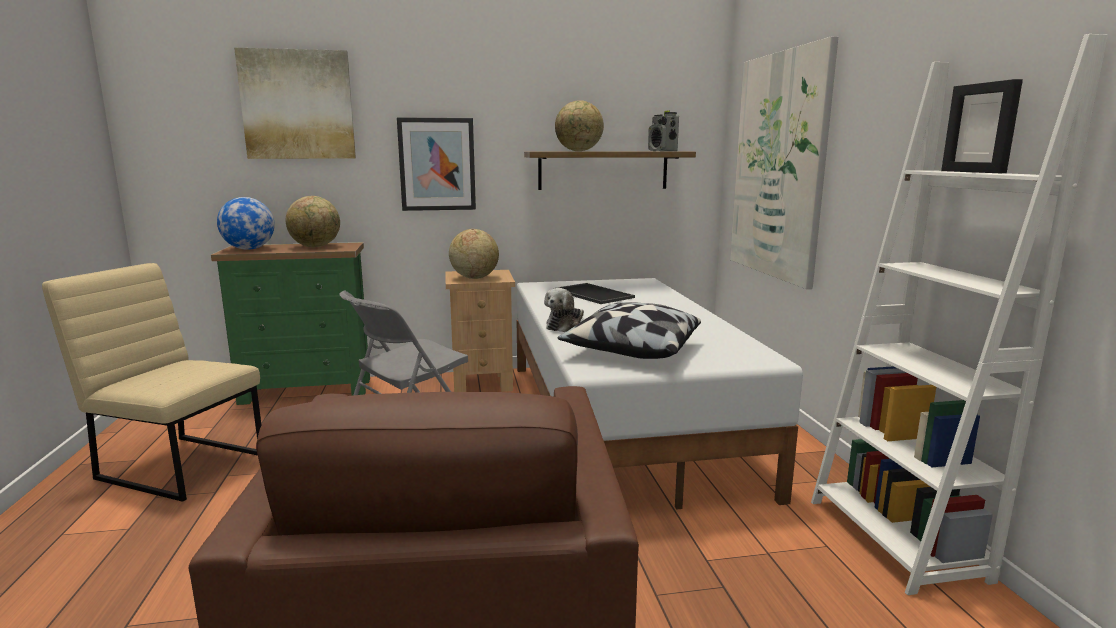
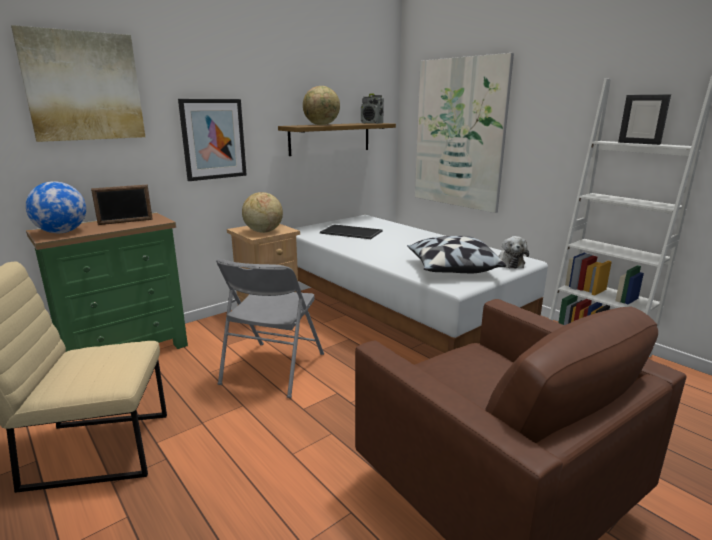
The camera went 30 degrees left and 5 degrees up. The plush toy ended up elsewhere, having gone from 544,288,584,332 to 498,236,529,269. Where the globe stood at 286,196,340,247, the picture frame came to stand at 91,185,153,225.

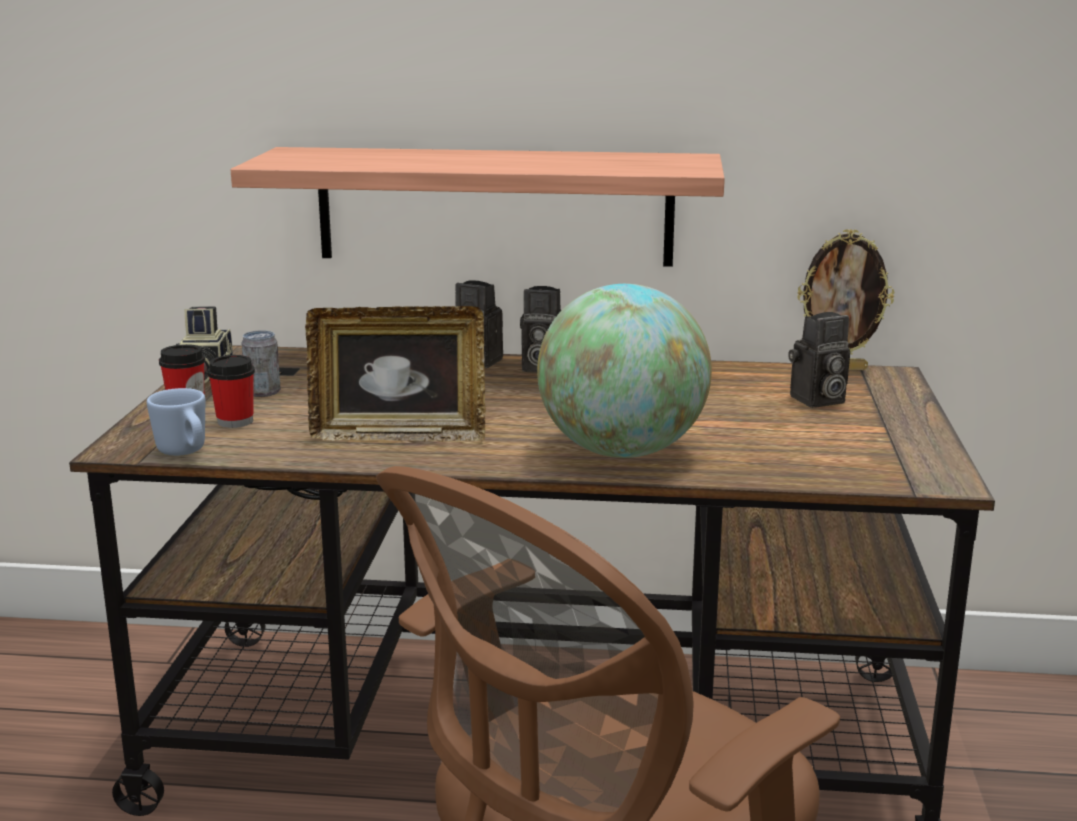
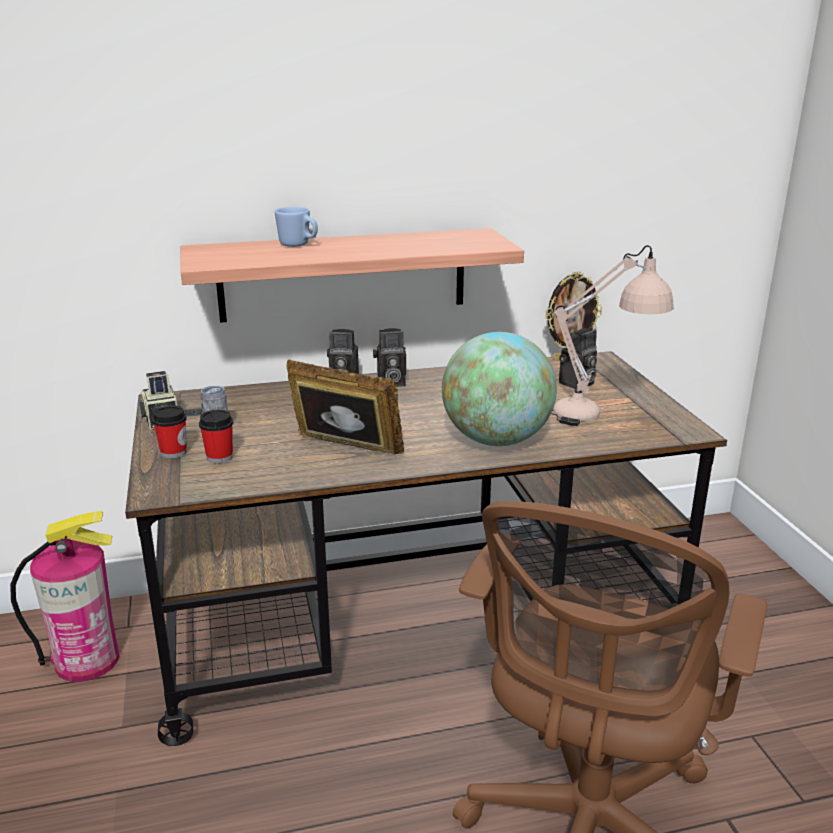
The camera went 20 degrees left and 5 degrees up. The second view gained the fire extinguisher at 10,511,120,682. The second view gained the beige table lamp at 551,245,674,426. The blue mug ended up elsewhere, having gone from 147,388,205,456 to 275,207,318,247. The picture frame at 305,306,486,442 ended up facing another way, 135 degrees counterclockwise from before.

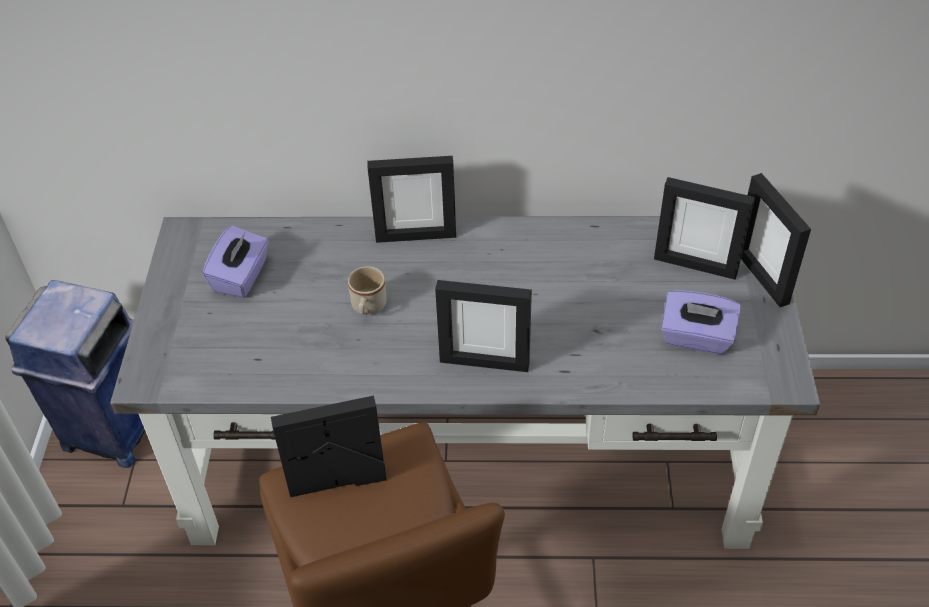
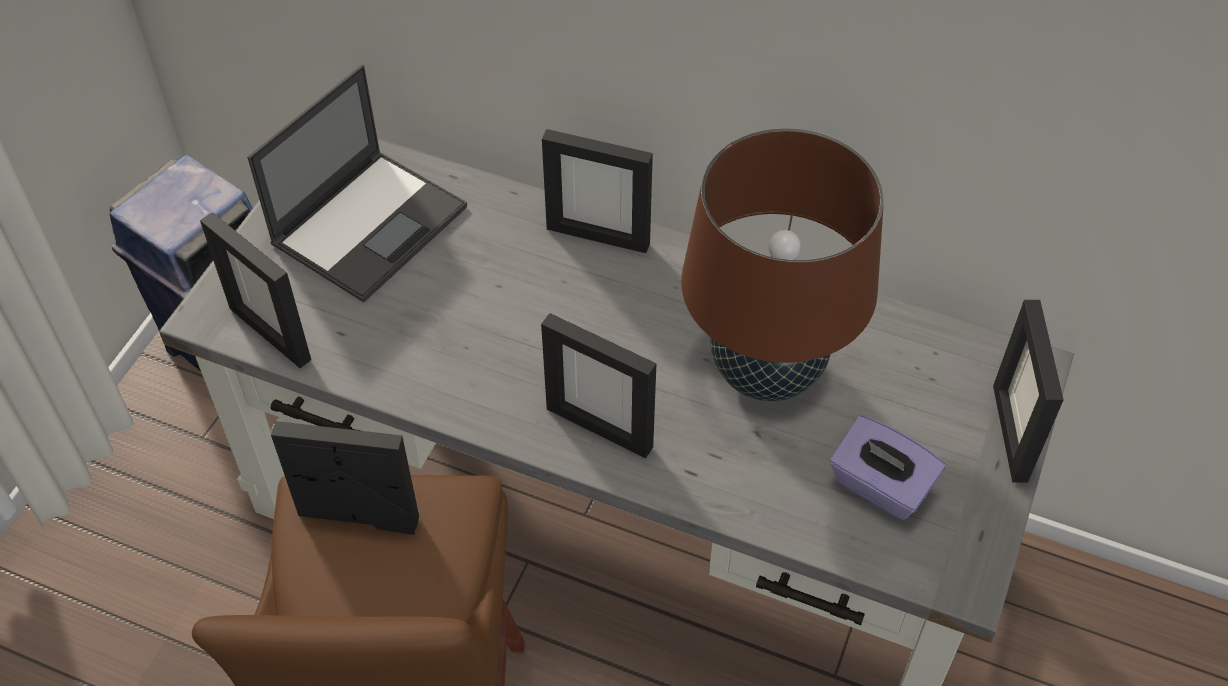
The camera went 20 degrees right and 5 degrees up. The second view lost the beige mug at 348,266,387,315. The second view gained the brown table lamp at 681,128,884,401. The picture frame ended up elsewhere, having gone from 654,177,755,280 to 200,212,311,368. Where the purple tissue box stood at 202,225,269,298, the laptop came to stand at 247,65,467,302.

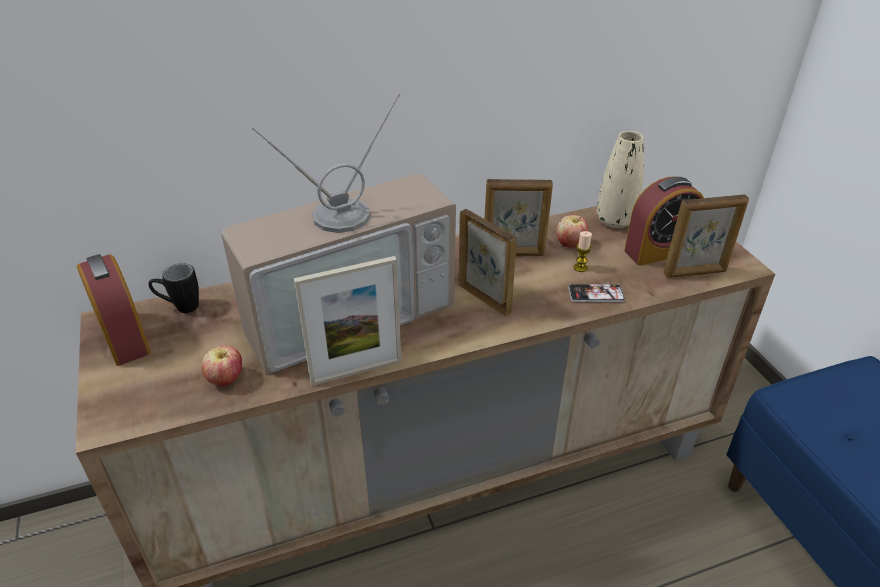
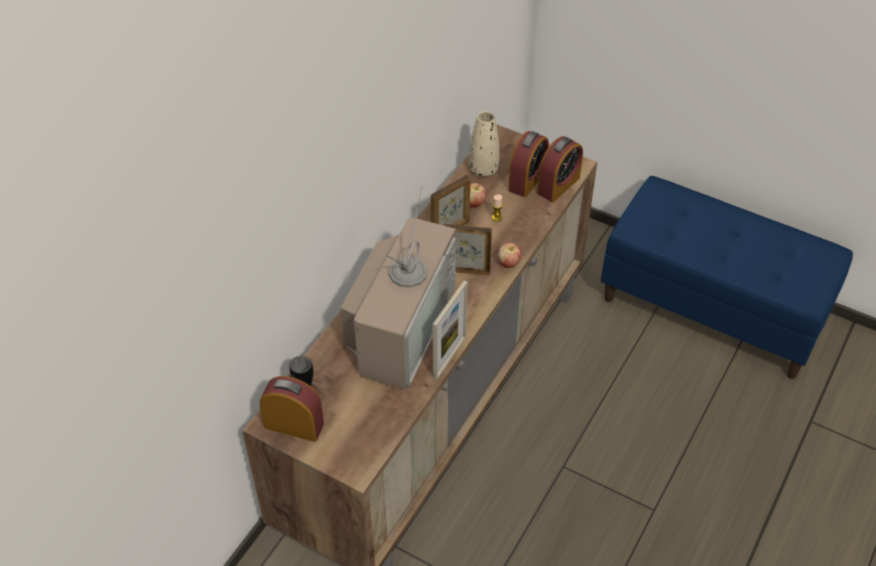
The camera went 40 degrees left and 10 degrees up. The second view lost the phone at 568,283,625,302. The apple ended up elsewhere, having gone from 202,345,242,386 to 498,243,521,268. Where the picture frame stood at 663,194,749,278, the alarm clock came to stand at 537,136,583,202.

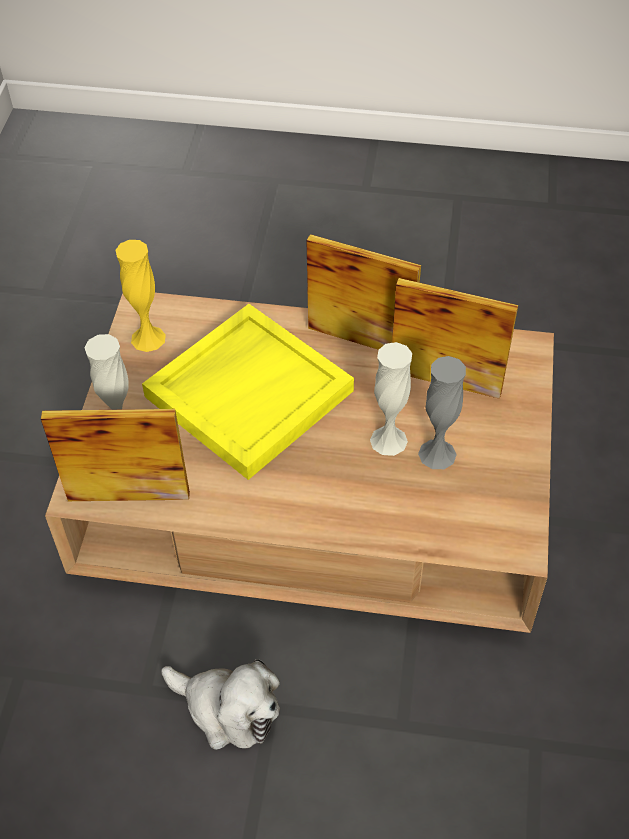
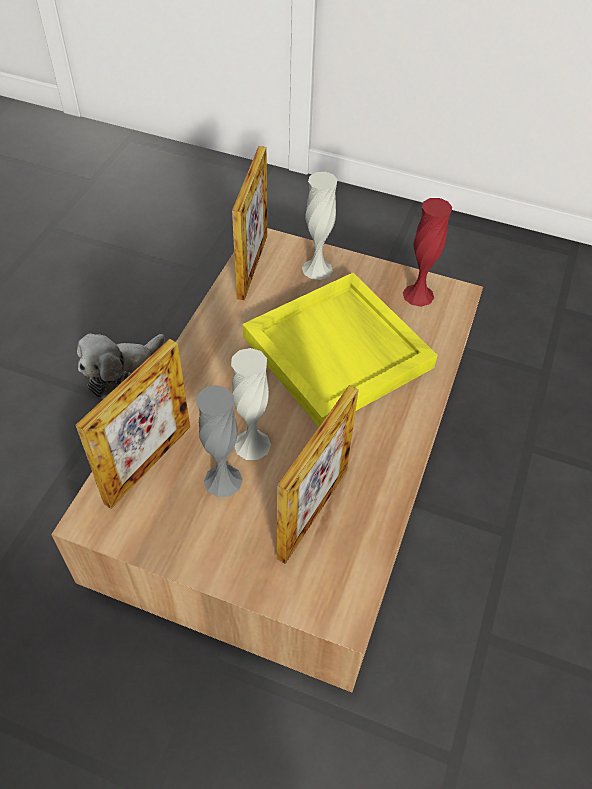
The camera went 100 degrees right and 0 degrees up. The picture frame ended up elsewhere, having gone from 306,234,421,350 to 76,339,190,509. What was the yellow vase at 116,240,166,352 turned into the red vase at 403,198,452,307.

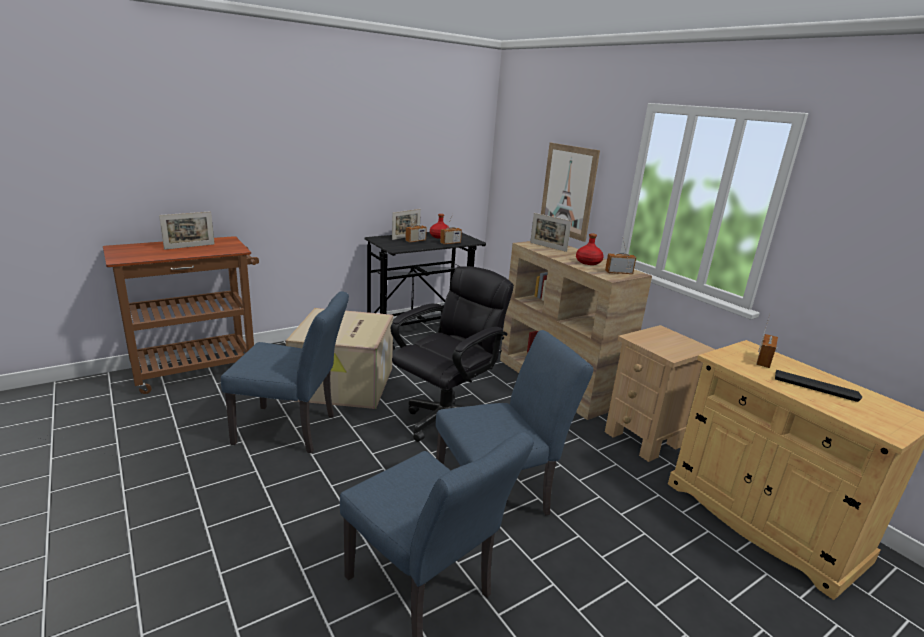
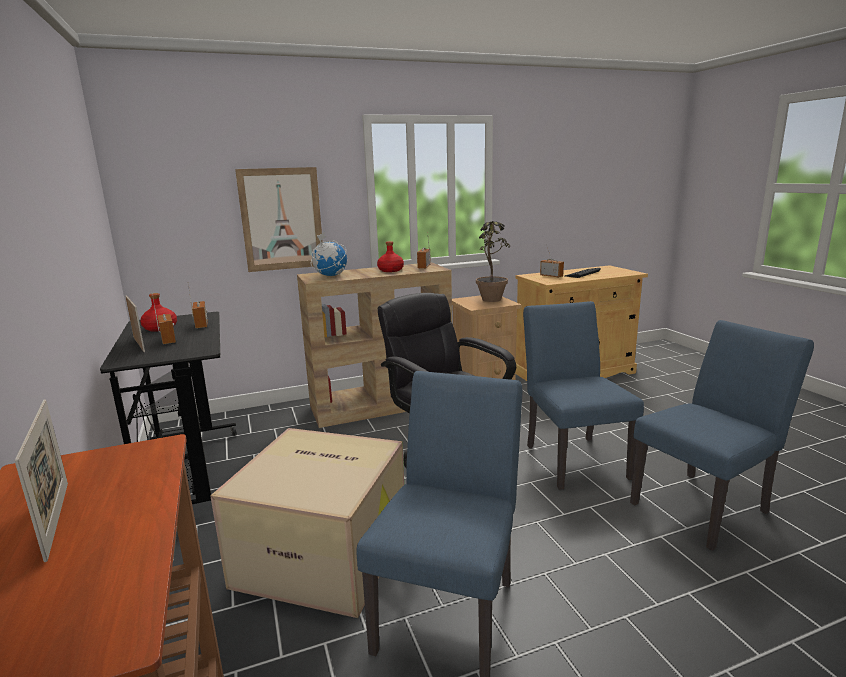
The camera went 75 degrees left and 5 degrees down. The second view gained the potted plant at 476,221,510,302. Where the picture frame stood at 530,213,571,252, the globe came to stand at 311,232,347,276.

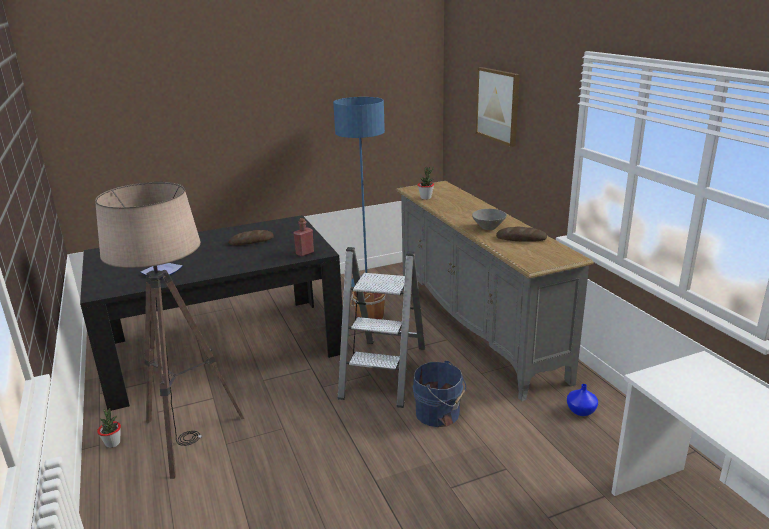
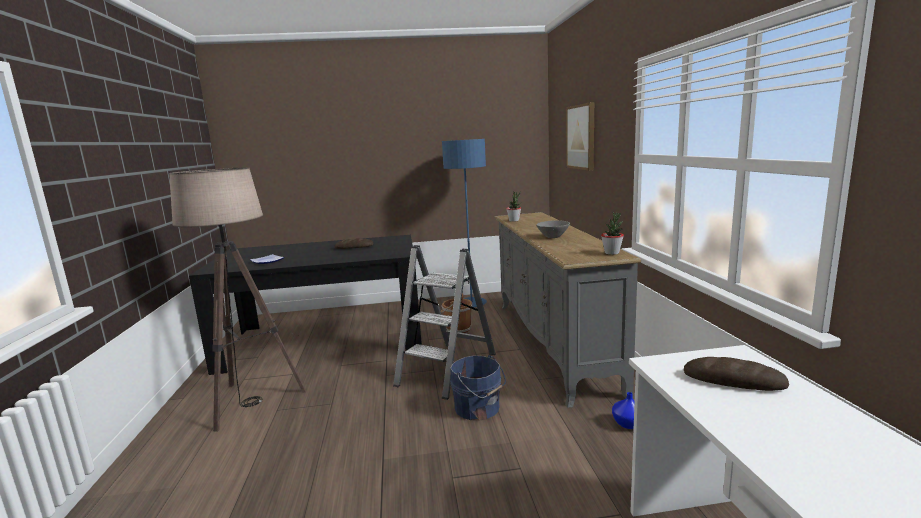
The camera went 15 degrees right and 10 degrees down. The second view lost the red bottle at 293,218,314,257. The potted plant ended up elsewhere, having gone from 97,408,121,448 to 601,212,624,255. The bread ended up elsewhere, having gone from 496,227,547,242 to 684,357,789,391.

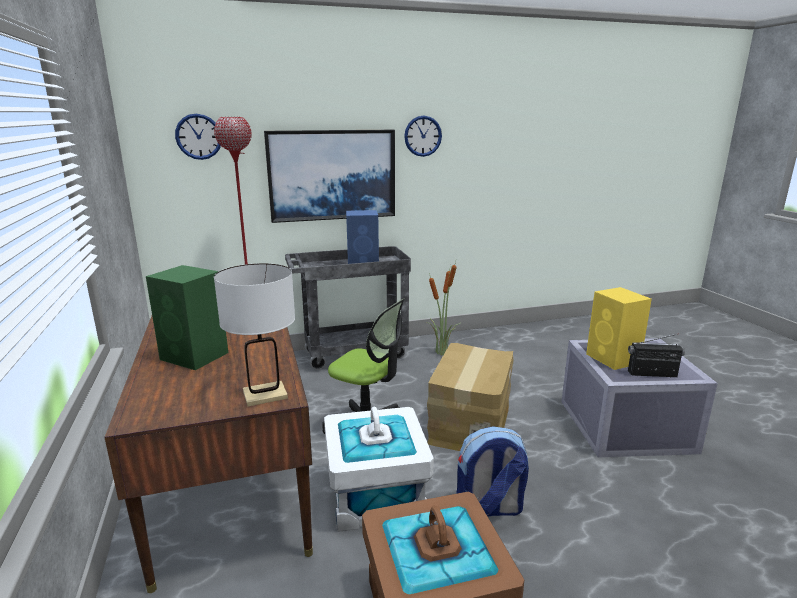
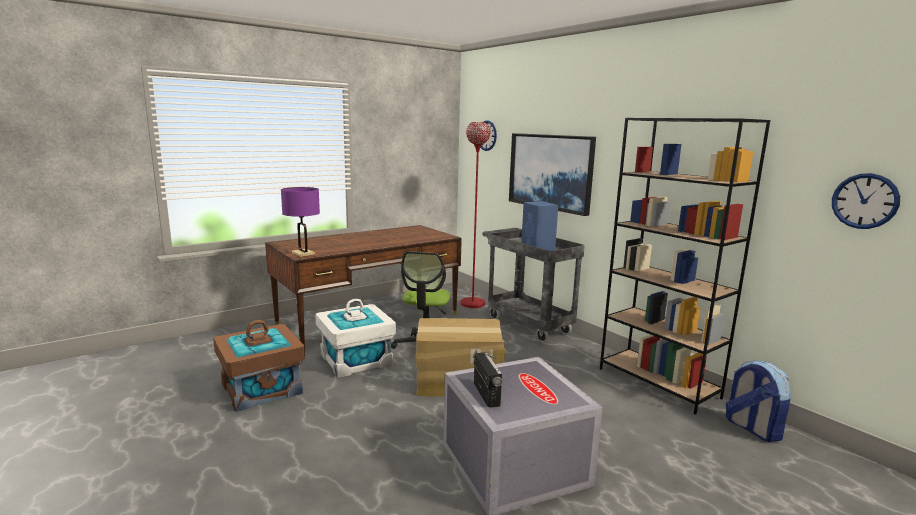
The camera went 70 degrees right and 5 degrees down. The second view lost the green speaker at 146,265,228,370. The second view lost the potted plant at 426,261,460,356. The second view lost the yellow speaker at 586,287,652,370. The second view gained the beige bookcase at 600,118,770,415. The wall clock ended up elsewhere, having gone from 404,116,442,157 to 832,173,900,229. The backpack ended up elsewhere, having gone from 456,426,529,517 to 726,360,791,442. What was the white table lamp at 214,263,295,407 turned into the purple table lamp at 281,187,320,257.

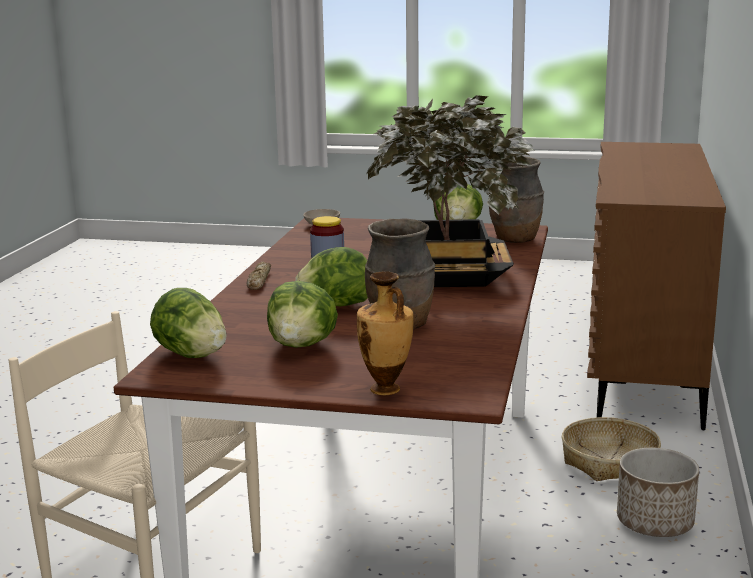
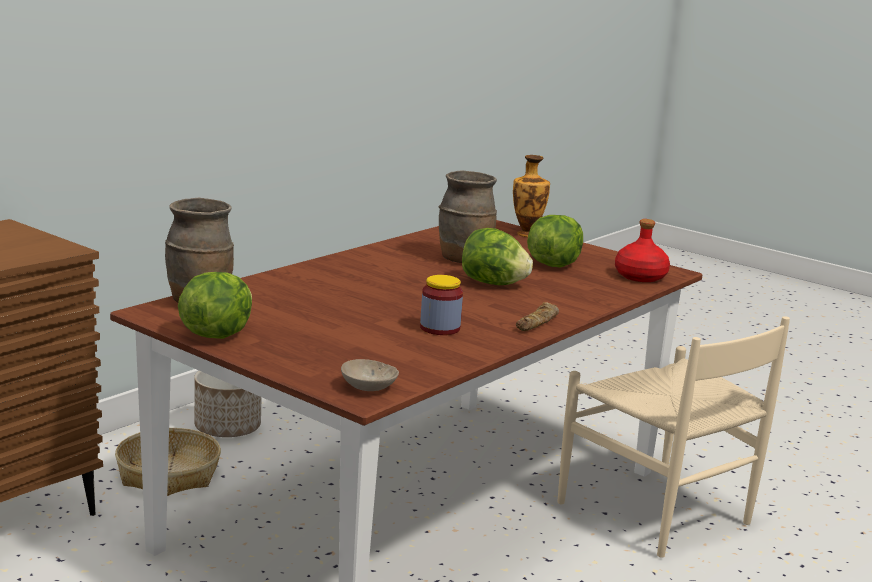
The camera went 155 degrees left and 0 degrees up. The second view lost the potted plant at 366,95,535,287. Where the lettuce stood at 150,288,227,358, the red bottle came to stand at 615,219,670,282.

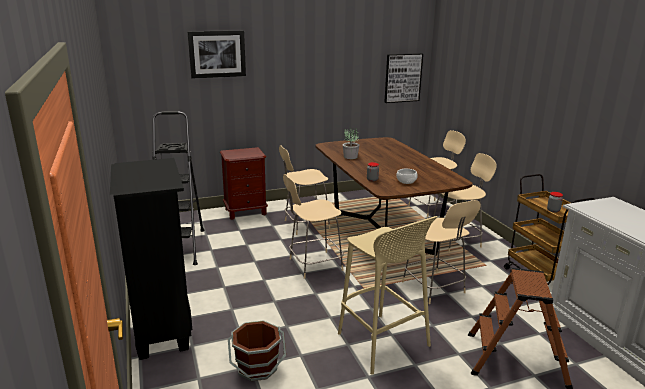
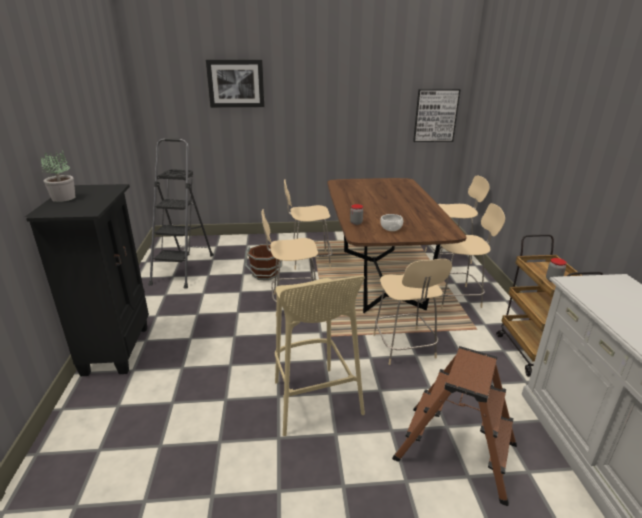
The camera went 15 degrees right and 5 degrees up. The second view lost the brown nightstand at 220,147,268,220. The brown bucket ended up elsewhere, having gone from 228,320,286,381 to 245,245,282,280. The potted plant ended up elsewhere, having gone from 343,128,359,159 to 41,151,76,202.

